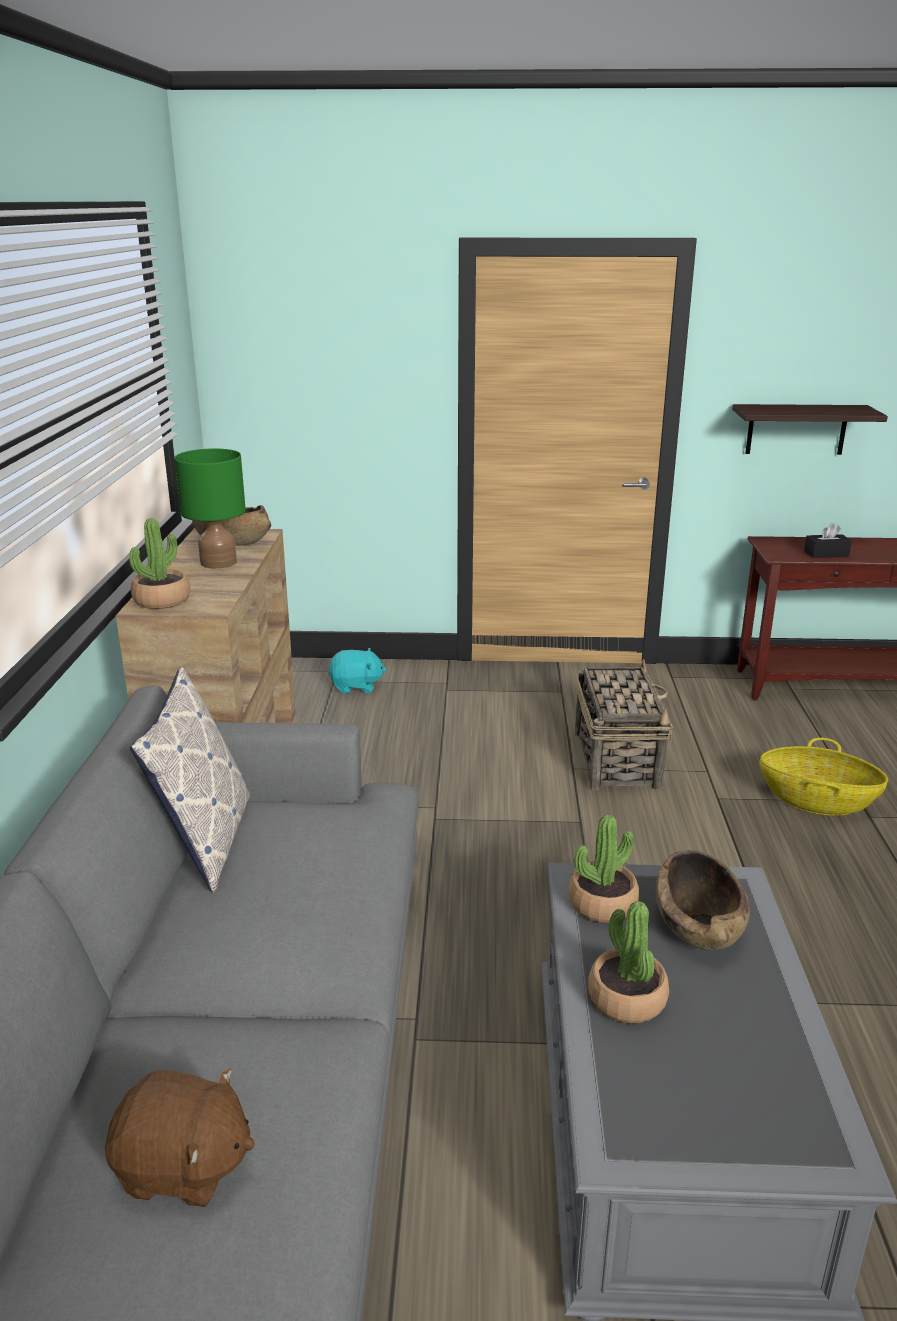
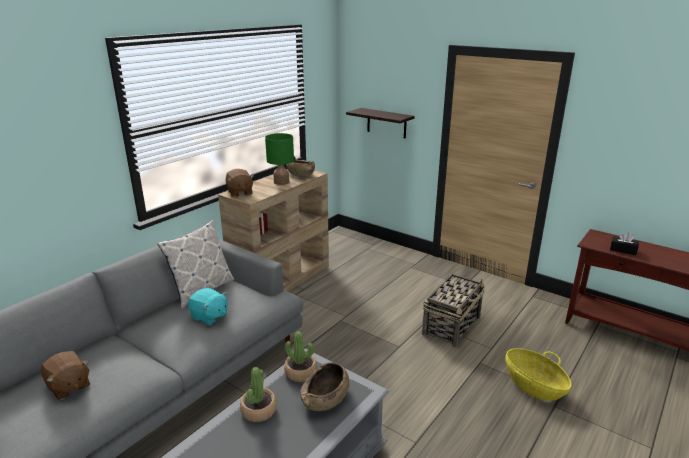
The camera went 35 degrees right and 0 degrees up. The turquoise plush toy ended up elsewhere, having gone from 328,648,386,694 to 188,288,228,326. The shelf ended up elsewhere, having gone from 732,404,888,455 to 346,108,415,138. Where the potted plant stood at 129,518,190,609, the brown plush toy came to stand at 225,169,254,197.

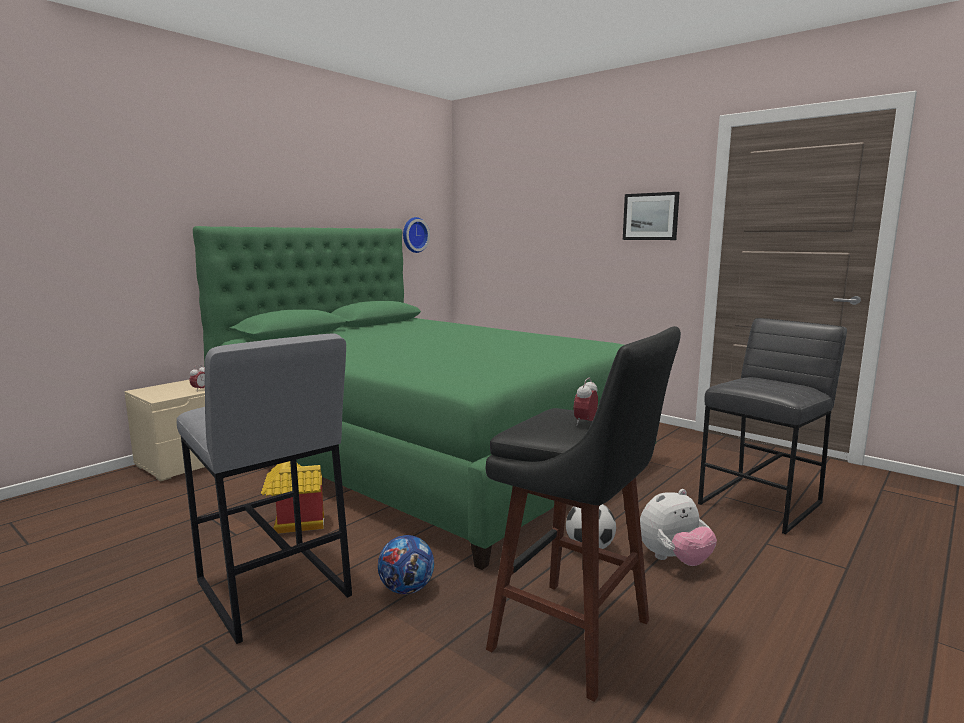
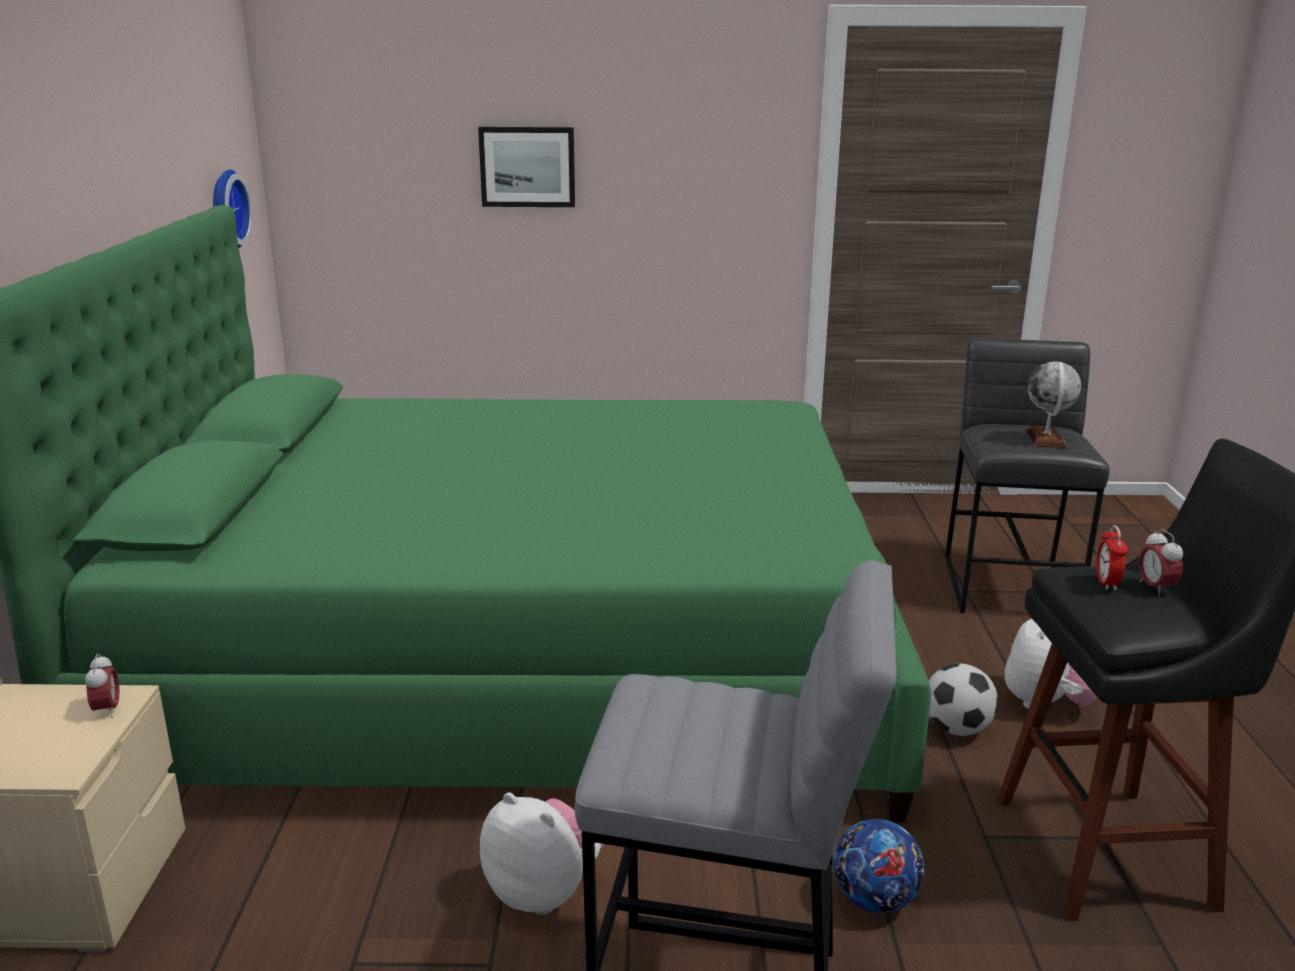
The camera went 40 degrees left and 10 degrees up. The second view gained the globe at 1025,361,1081,448. The second view gained the alarm clock at 1097,525,1128,590. The picture ended up elsewhere, having gone from 623,192,680,240 to 478,127,575,207. Where the toy house stood at 261,461,324,534, the plush toy came to stand at 480,792,604,915.

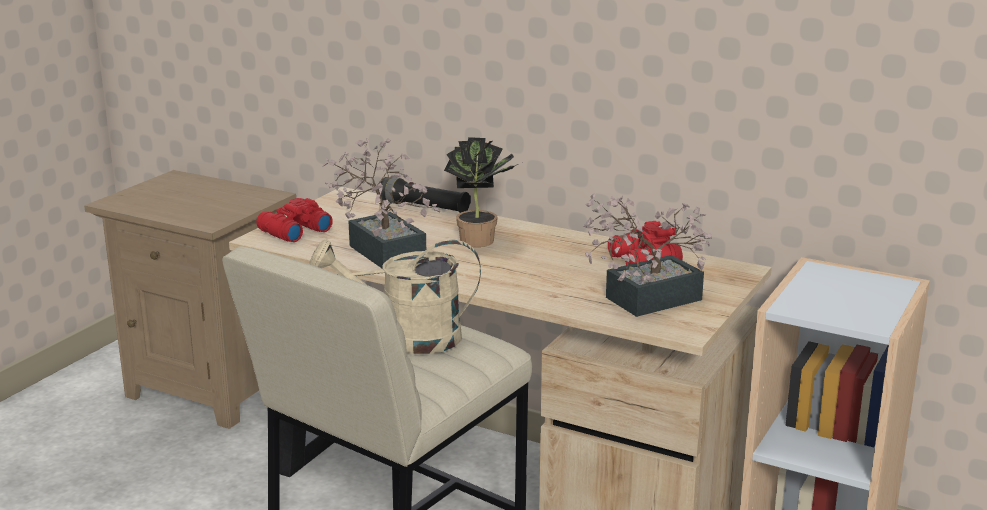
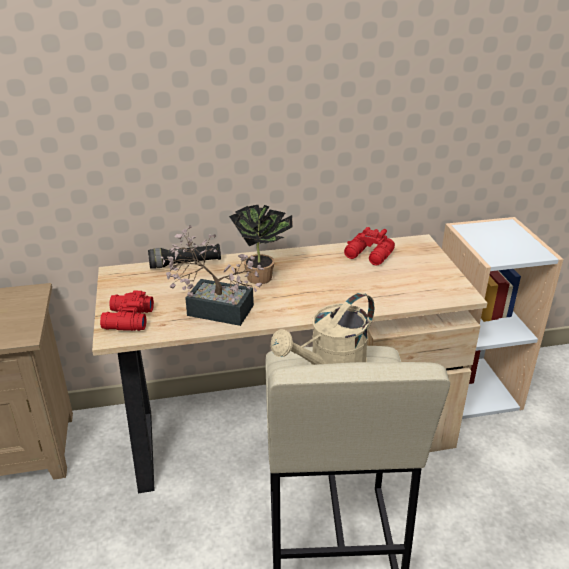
The camera went 40 degrees left and 10 degrees up. The second view lost the potted plant at 583,193,712,317.

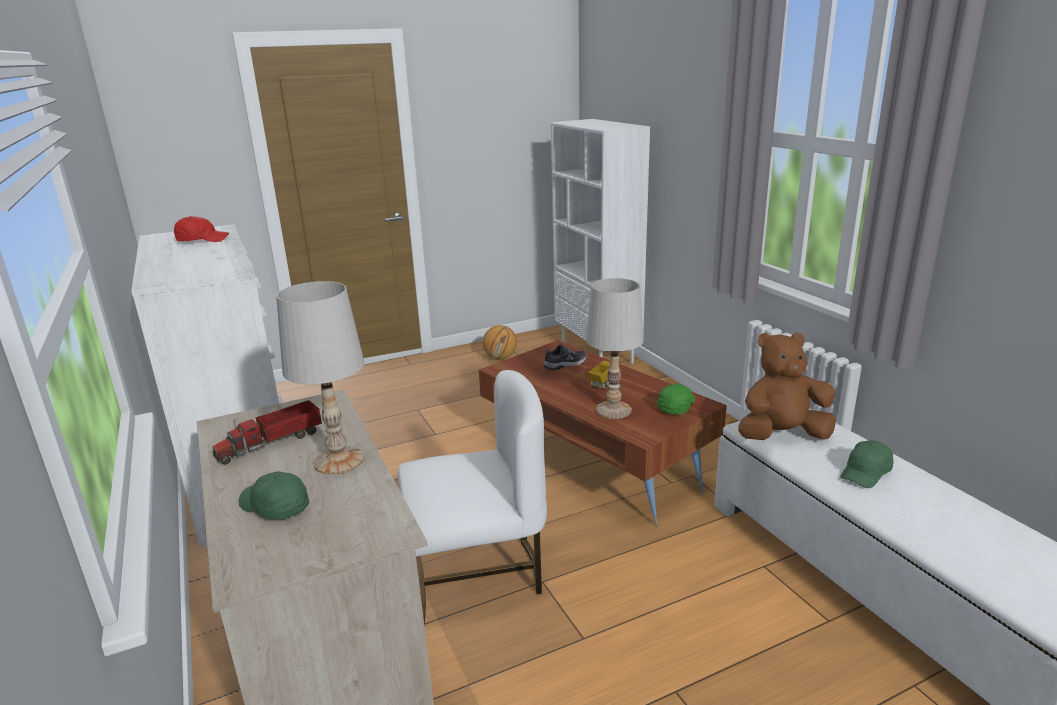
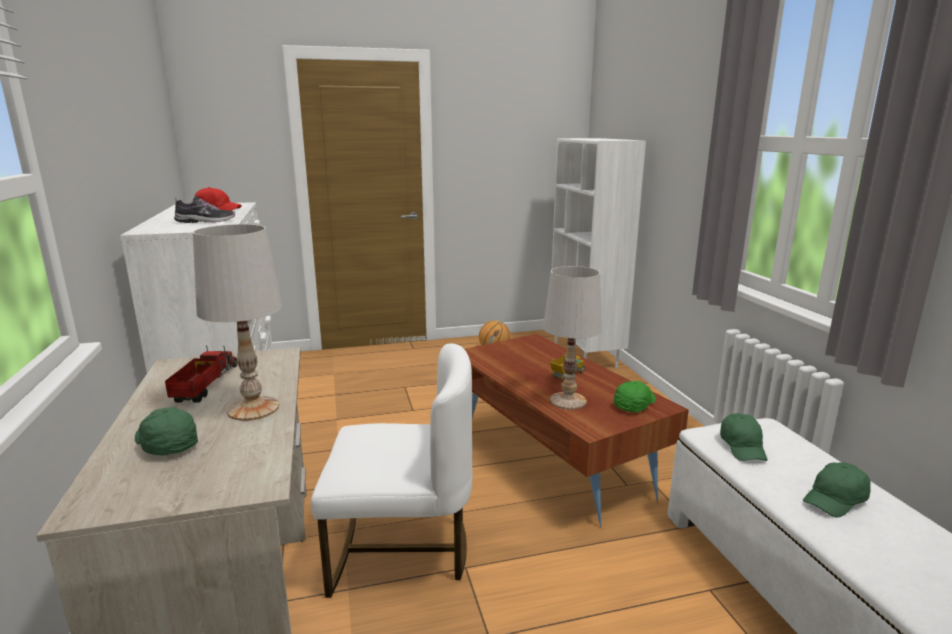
The camera went 10 degrees right and 5 degrees down. The shoe ended up elsewhere, having gone from 544,344,587,370 to 174,196,235,223. Where the brown plush toy stood at 738,332,836,440, the green cap came to stand at 720,413,768,461. The toy truck at 212,400,322,465 ended up facing another way, 120 degrees clockwise from before.

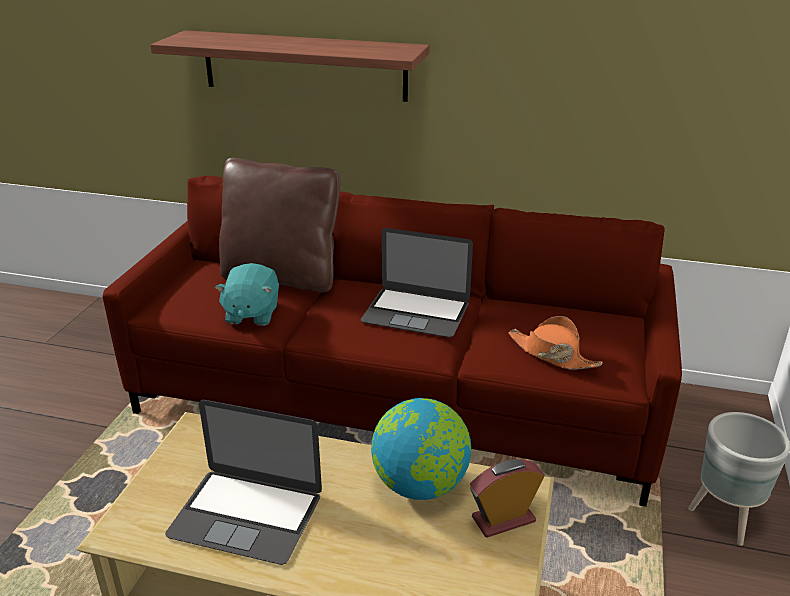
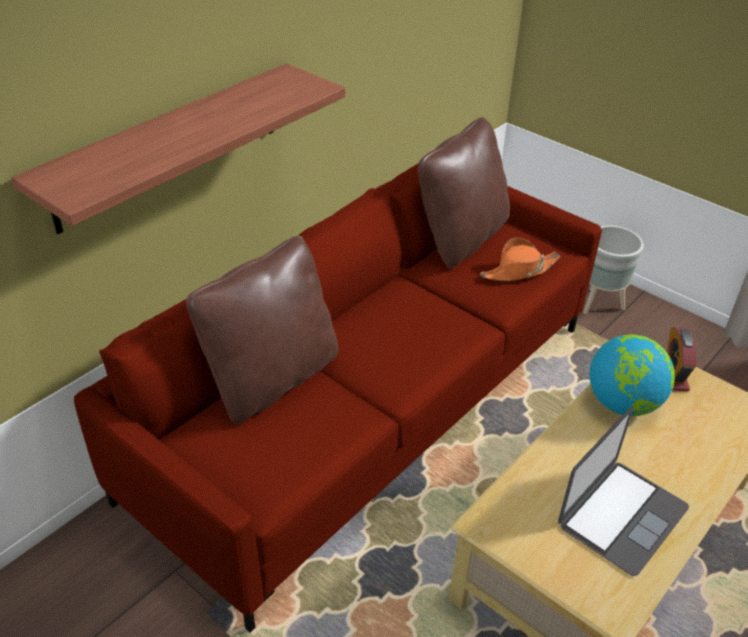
The camera went 65 degrees left and 10 degrees up. The second view lost the turquoise plush toy at 215,263,279,326. The second view lost the laptop at 361,228,473,338. The second view gained the brown pillow at 418,117,510,269.

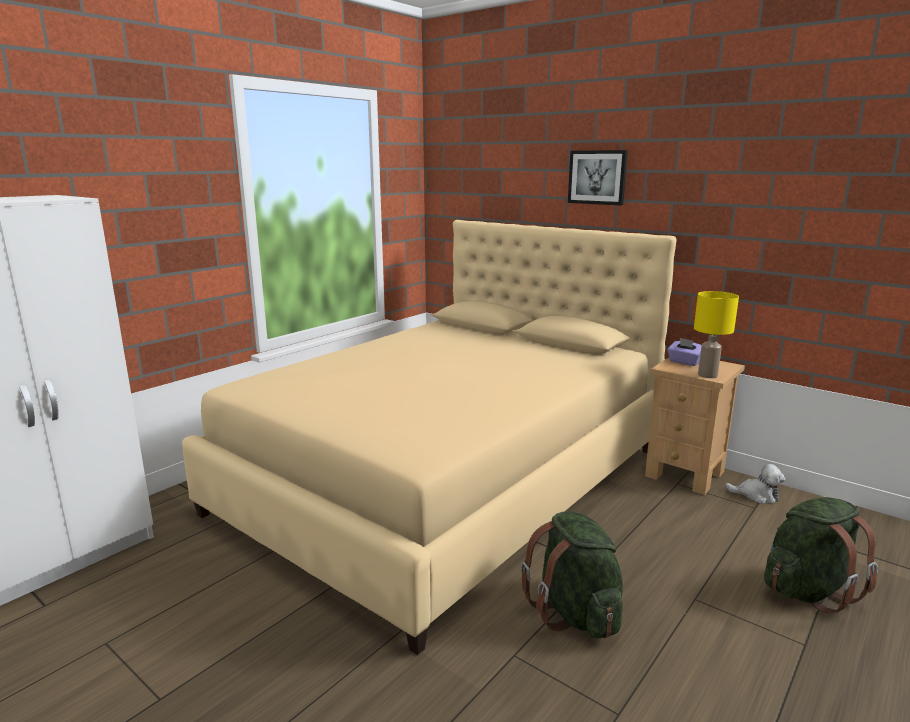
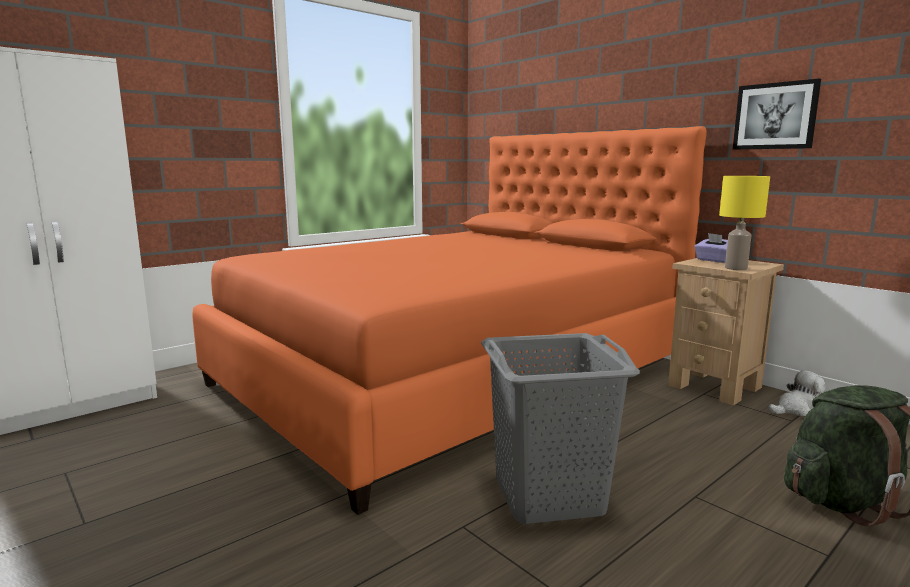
The camera went 10 degrees right and 5 degrees down. The picture ended up elsewhere, having gone from 568,150,628,206 to 733,79,821,150. Where the green backpack stood at 521,511,623,639, the grey laundry basket came to stand at 481,333,640,524. What was the beige bed at 182,220,677,655 turned into the orange bed at 192,126,707,515. The plush toy at 725,464,786,504 ended up facing another way, 45 degrees counterclockwise from before.

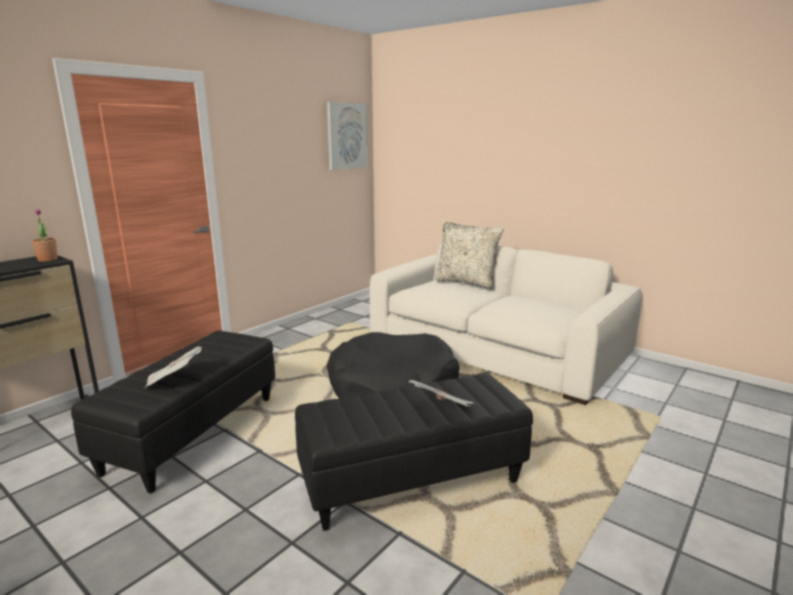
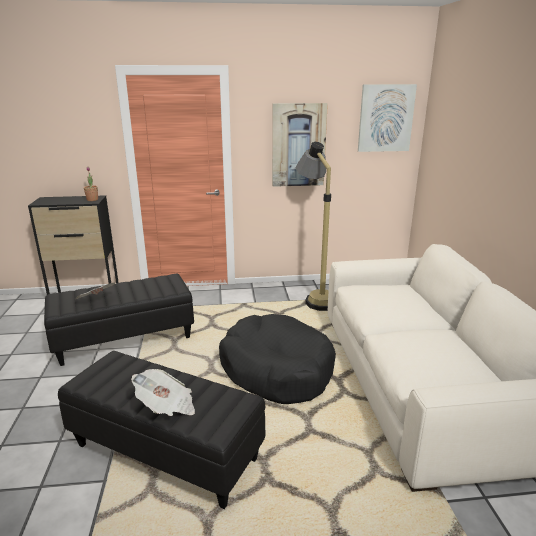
The camera went 45 degrees right and 5 degrees up. The second view lost the beige pillow at 435,222,504,288. The second view gained the picture at 272,103,328,187. The second view gained the floor lamp at 295,142,331,311.

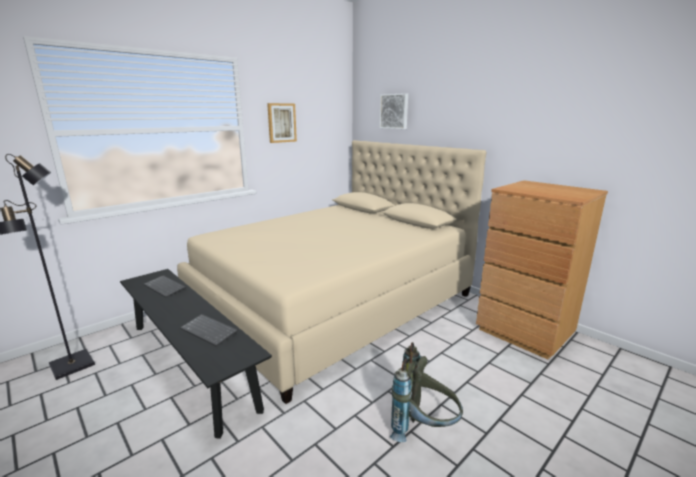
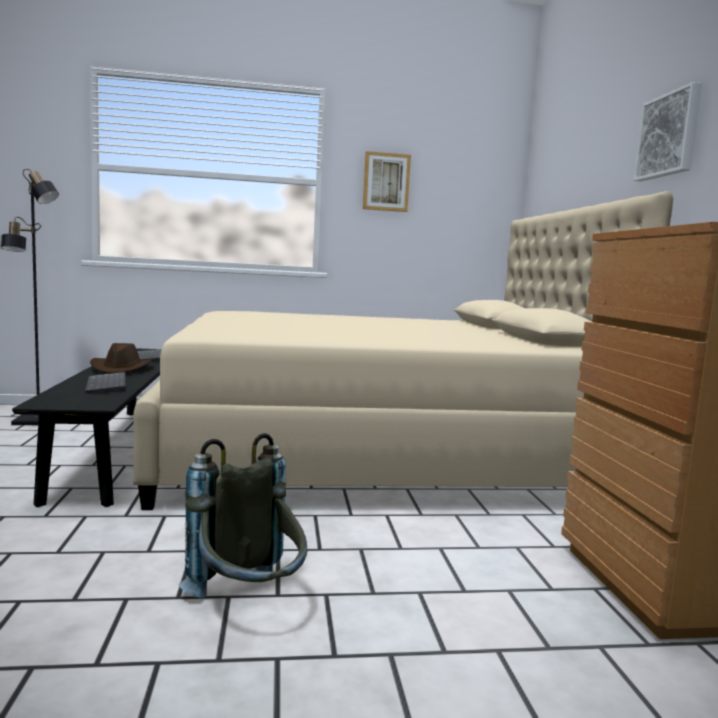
The camera went 35 degrees right and 10 degrees down. The second view gained the brown hat at 90,343,153,373. The picture ended up elsewhere, having gone from 379,93,408,129 to 633,82,702,181.

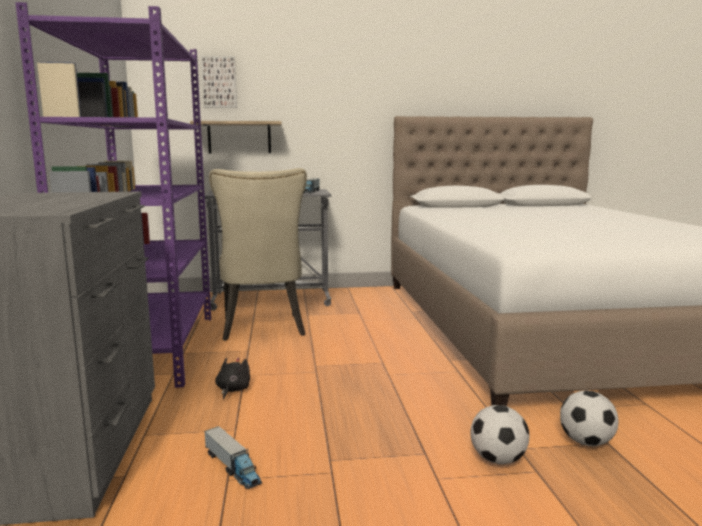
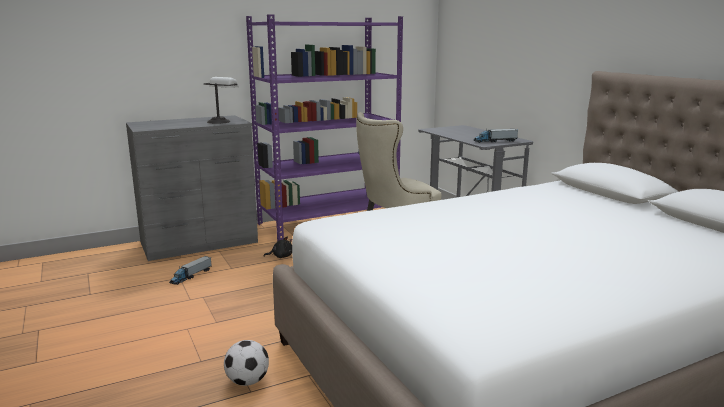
The camera went 70 degrees right and 5 degrees up. The second view lost the shelf at 190,121,282,153. The second view lost the picture at 201,56,237,108. The second view lost the football at 470,405,530,464. The second view gained the table lamp at 204,77,239,124.

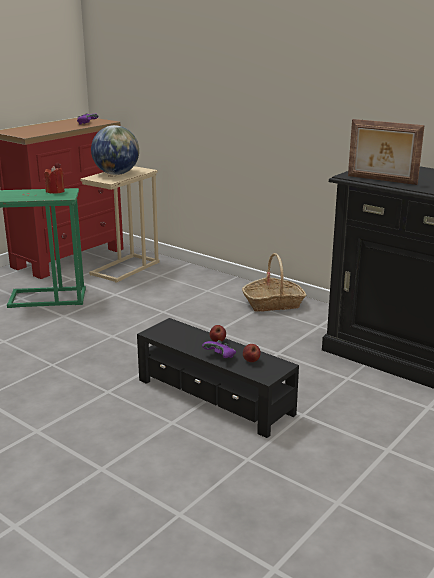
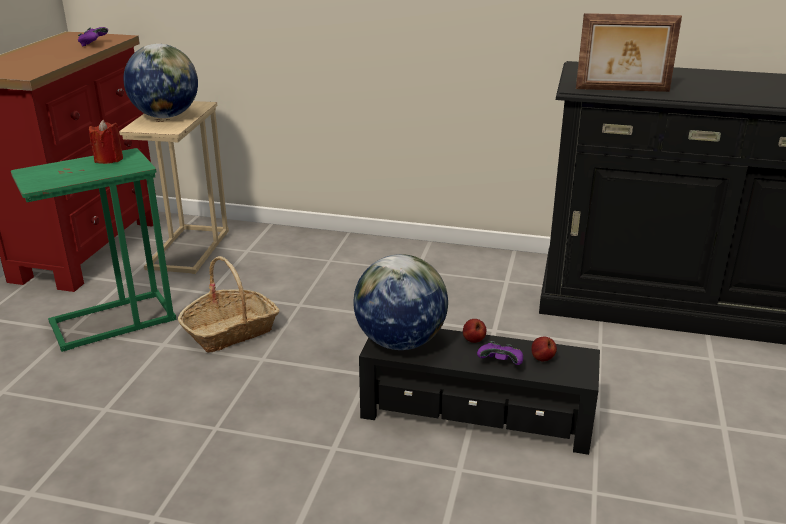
The camera went 25 degrees left and 5 degrees up. The second view gained the globe at 353,254,448,350. The basket ended up elsewhere, having gone from 242,253,306,312 to 178,256,280,353.

